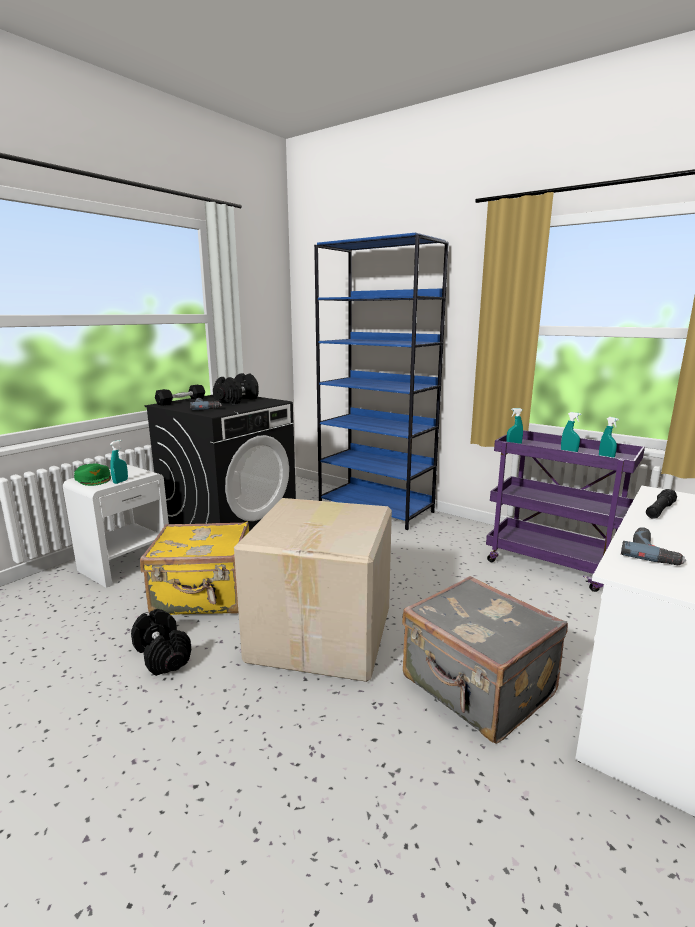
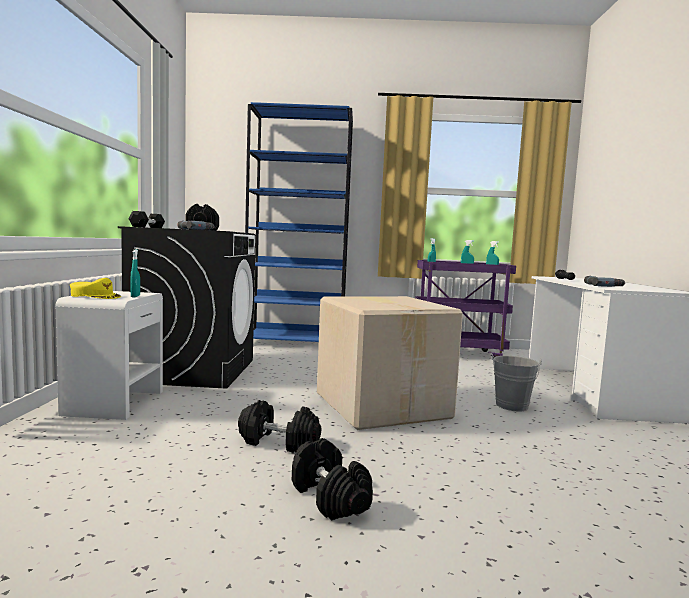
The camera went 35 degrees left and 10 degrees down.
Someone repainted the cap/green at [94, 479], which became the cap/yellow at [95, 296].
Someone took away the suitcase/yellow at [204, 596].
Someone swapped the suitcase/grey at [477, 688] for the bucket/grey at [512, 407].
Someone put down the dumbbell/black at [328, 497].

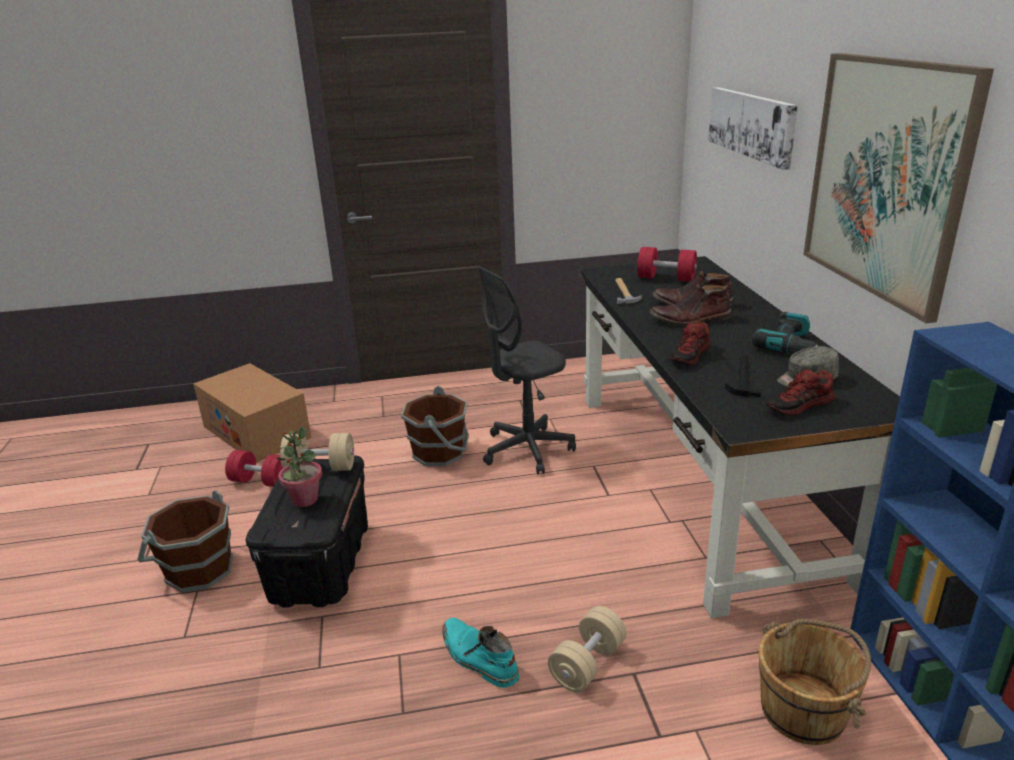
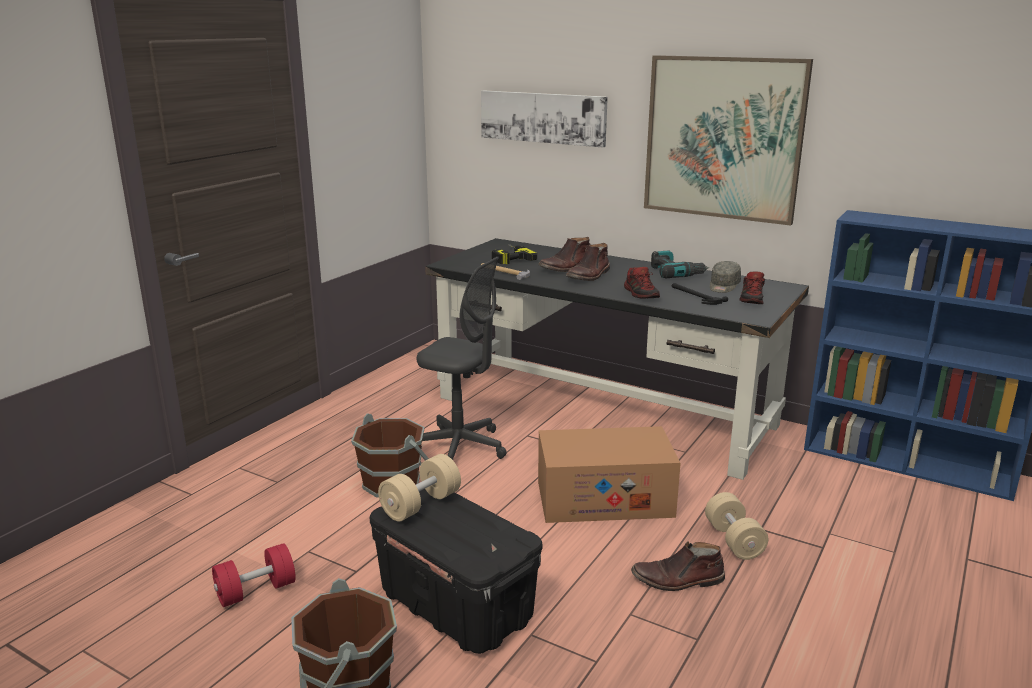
The camera went 50 degrees left and 5 degrees down.
Someone carried the cardboard box from [256, 432] to [604, 499].
Someone took away the potted plant at [304, 499].
Someone repainted the boot/turquoise at [478, 658], which became the boot/brown at [678, 580].
Someone rotated the office chair/grey at [527, 450] by 75 degrees counterclockwise.
Someone swapped the dumbbell/red at [666, 278] for the power drill at [508, 257].
Someone took away the bucket/brown at [804, 710].

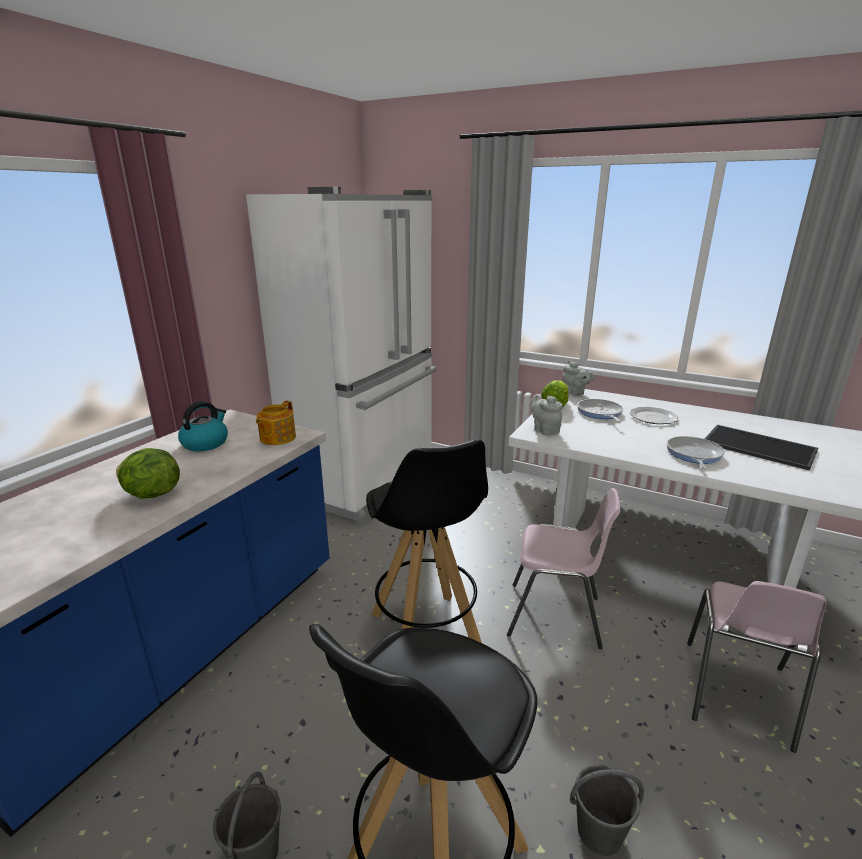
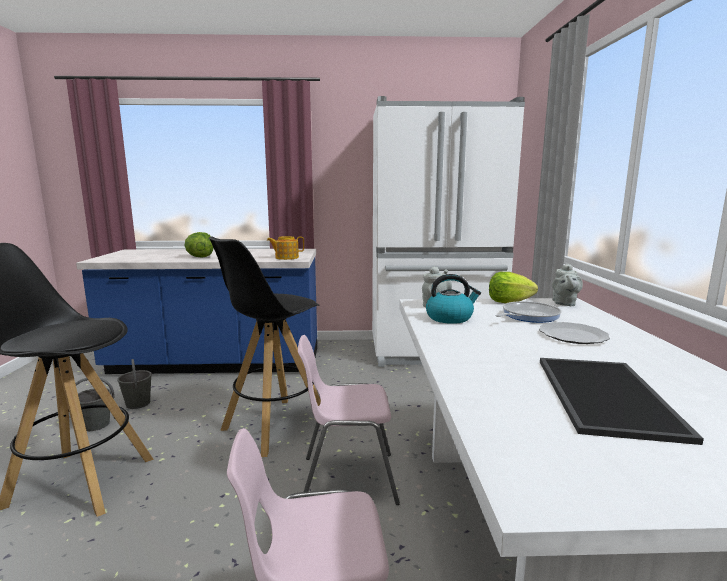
The camera went 60 degrees right and 10 degrees down.
Someone carried the kettle from [205, 443] to [450, 318].
Someone rotated the chair/pink at [555, 616] by 105 degrees clockwise.
Someone carried the bucket/grey from [598, 832] to [138, 403].
Someone took away the frying pan at [693, 455].

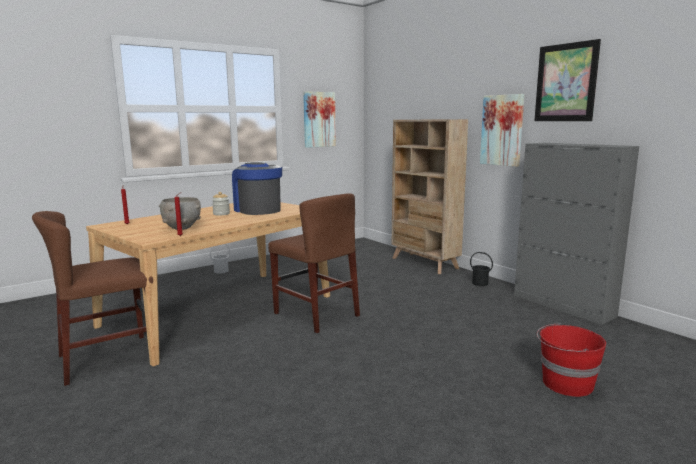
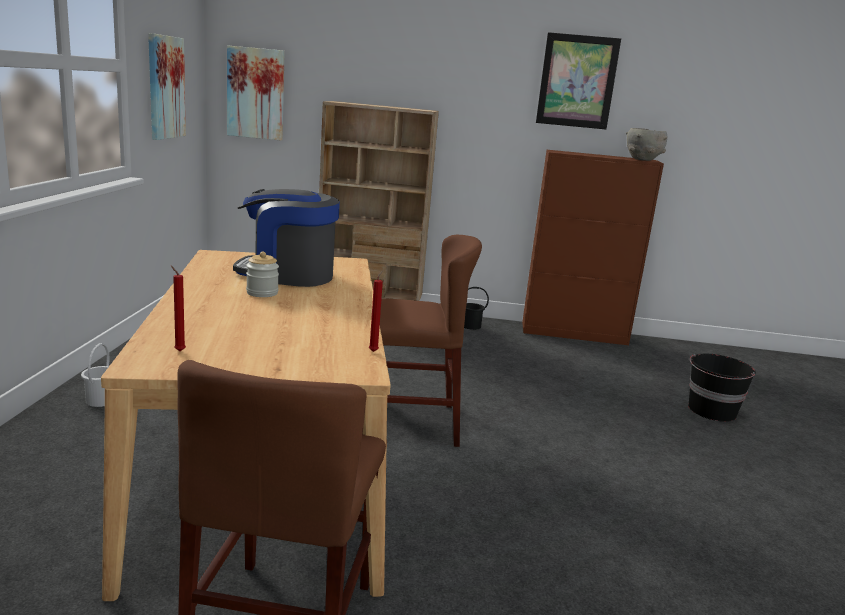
The camera went 50 degrees left and 5 degrees up.
Someone carried the bowl/grey from [182, 228] to [643, 159].
Someone carried the picture from [502, 130] to [256, 93].
Someone repainted the cabinet/grey at [563, 306], which became the cabinet/brown at [574, 333].
Someone repainted the bucket/red at [566, 384], which became the bucket/black at [712, 411].

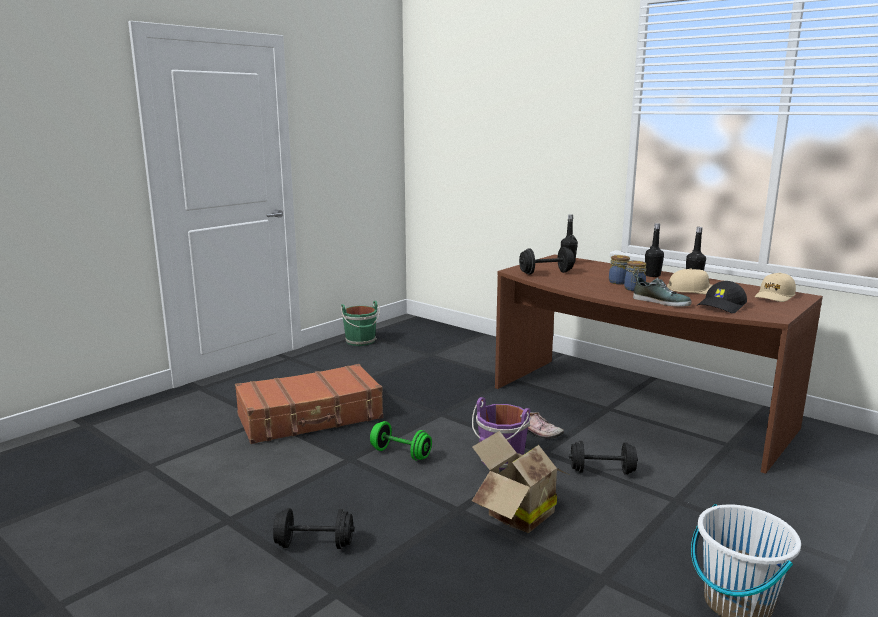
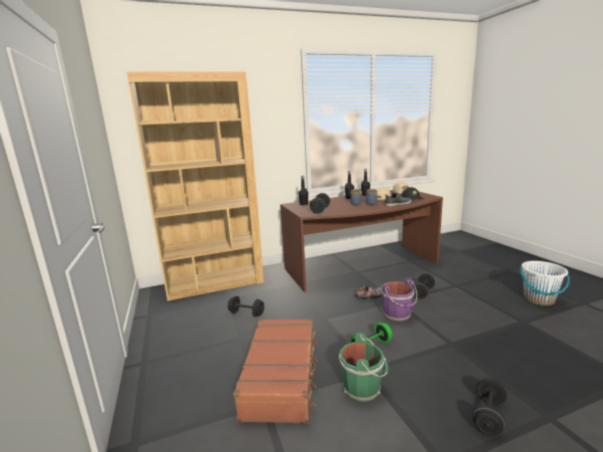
The camera went 60 degrees left and 0 degrees up.
Someone carried the bucket/green from [361, 341] to [363, 388].
Someone took away the cardboard box at [516, 514].
Someone put down the bookcase/brown at [216, 283].
Someone put down the dumbbell/black at [246, 314].

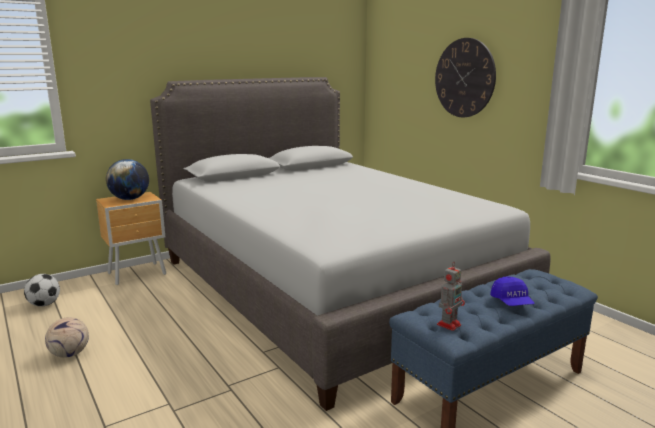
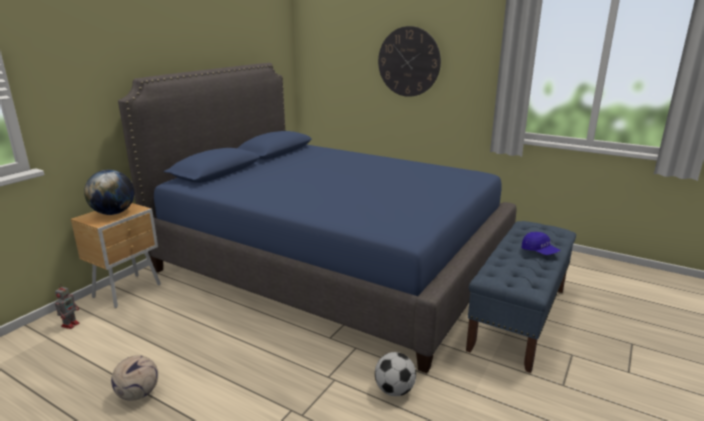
The camera went 25 degrees left and 5 degrees up.
Someone carried the football from [44, 304] to [394, 390].
Someone repainted the bed/grey at [330, 287], which became the bed/blue at [332, 263].
Someone carried the toy robot from [449, 324] to [71, 324].

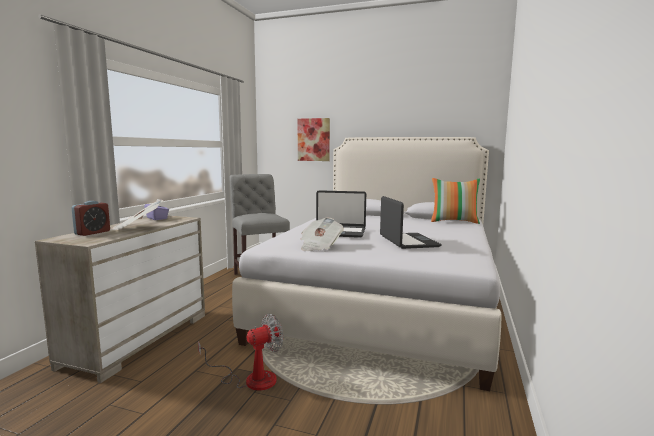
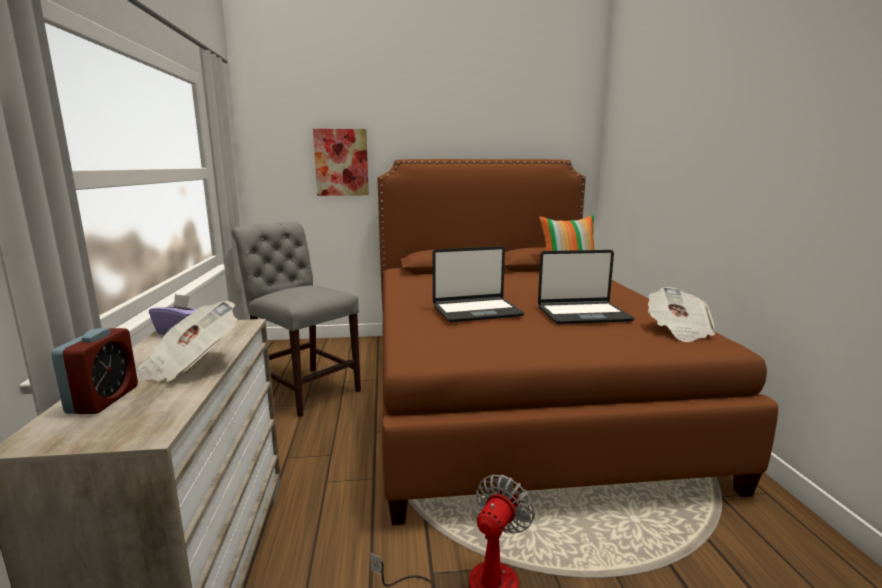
The camera went 25 degrees left and 5 degrees up.
Someone repainted the bed/white at [383, 300], which became the bed/brown at [511, 392].
Someone carried the newspaper from [319, 246] to [678, 331].
Someone rotated the laptop at [408, 241] by 120 degrees clockwise.

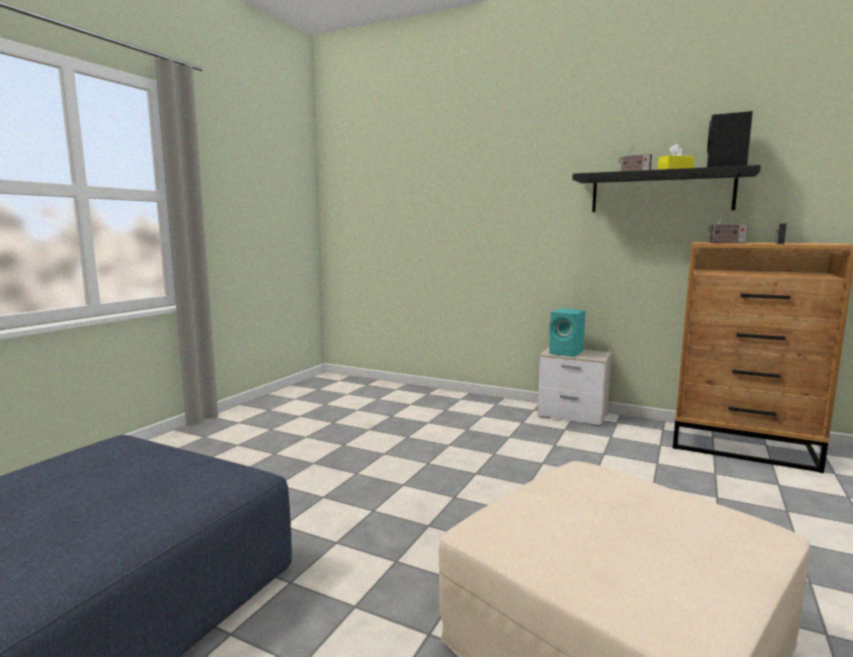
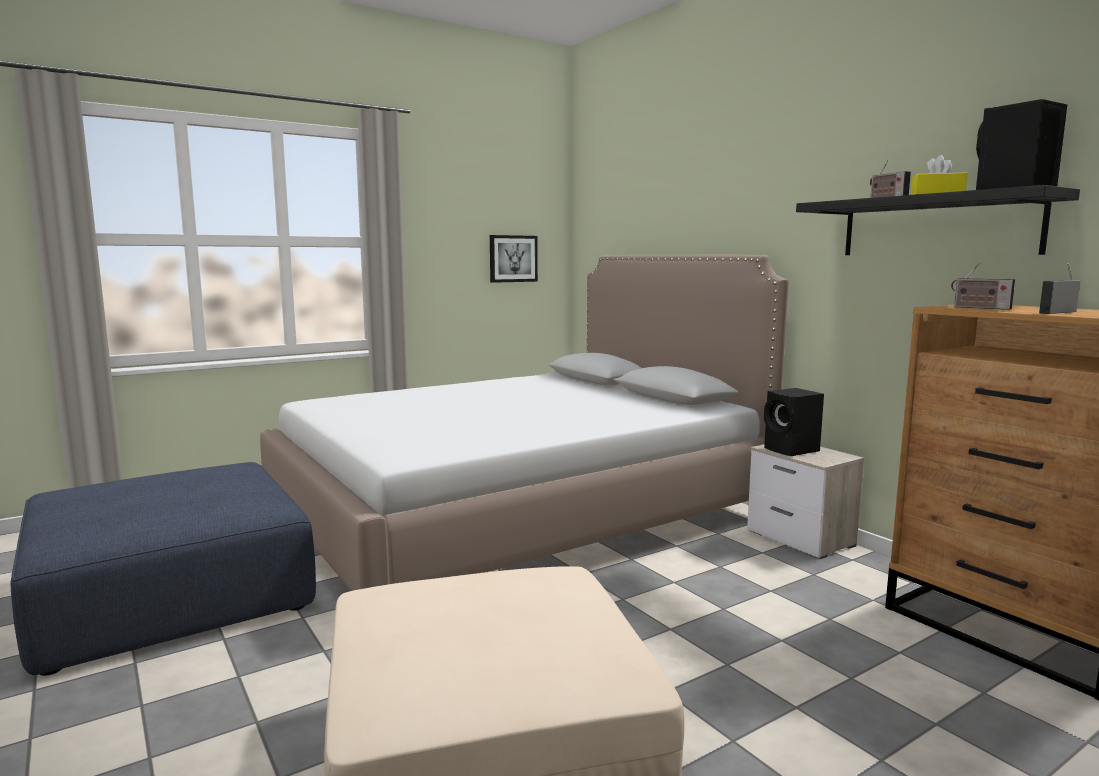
The camera went 30 degrees right and 0 degrees up.
Someone repainted the speaker/turquoise at [567, 353], which became the speaker/black at [792, 450].
Someone put down the bed at [518, 513].
Someone put up the picture at [513, 258].

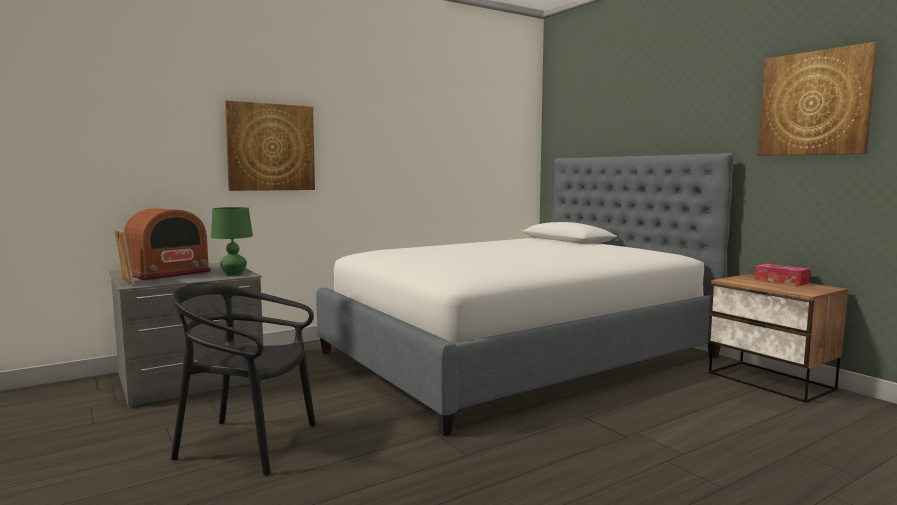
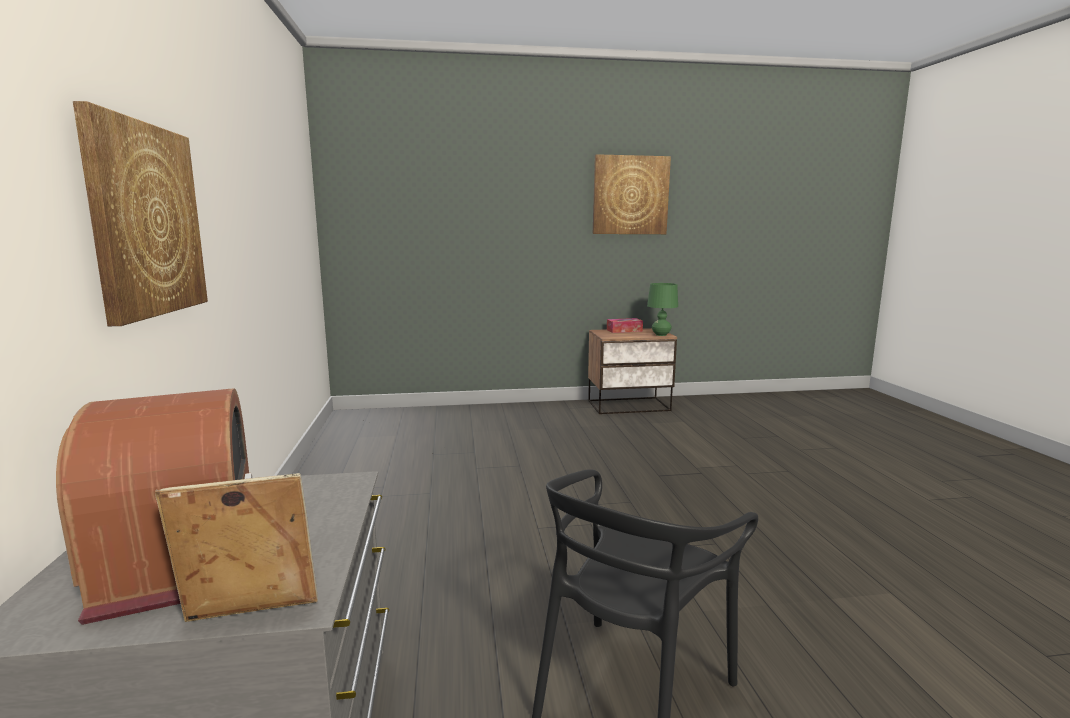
The camera went 65 degrees left and 5 degrees up.
Someone carried the table lamp/green from [233, 273] to [661, 335].
Someone took away the bed at [517, 354].

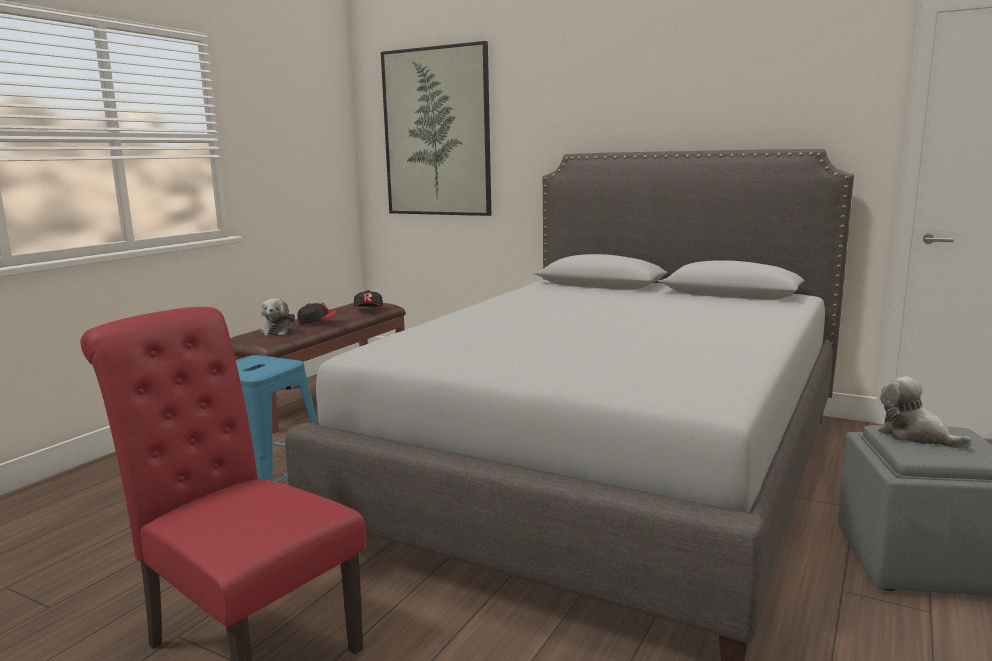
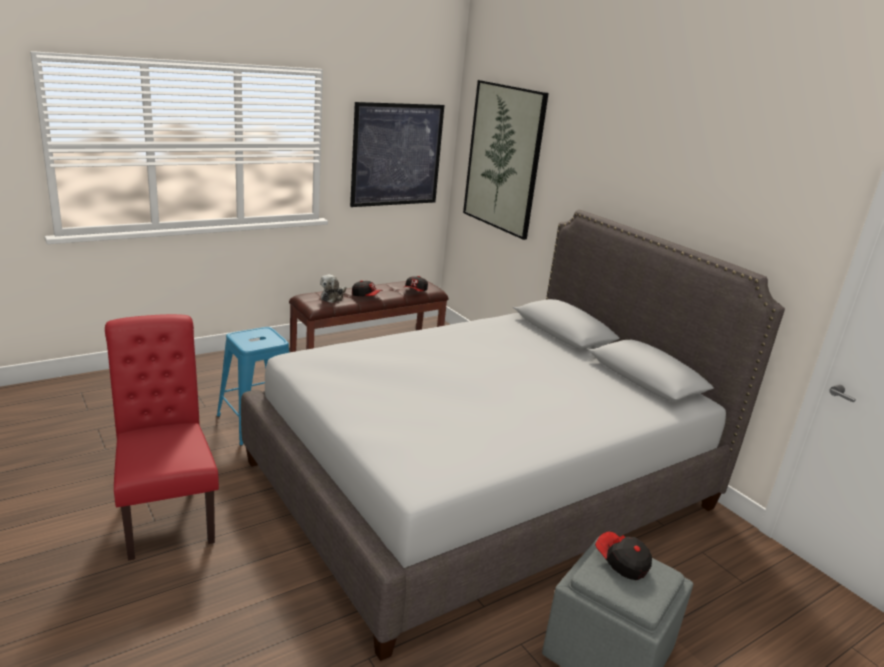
The camera went 25 degrees right and 10 degrees up.
Someone swapped the plush toy at [915, 436] for the cap at [621, 562].
Someone put up the picture at [397, 155].

